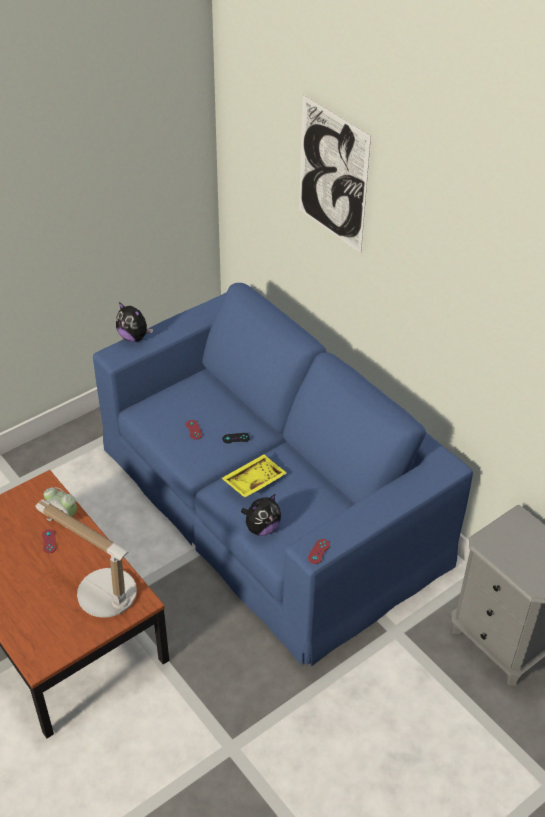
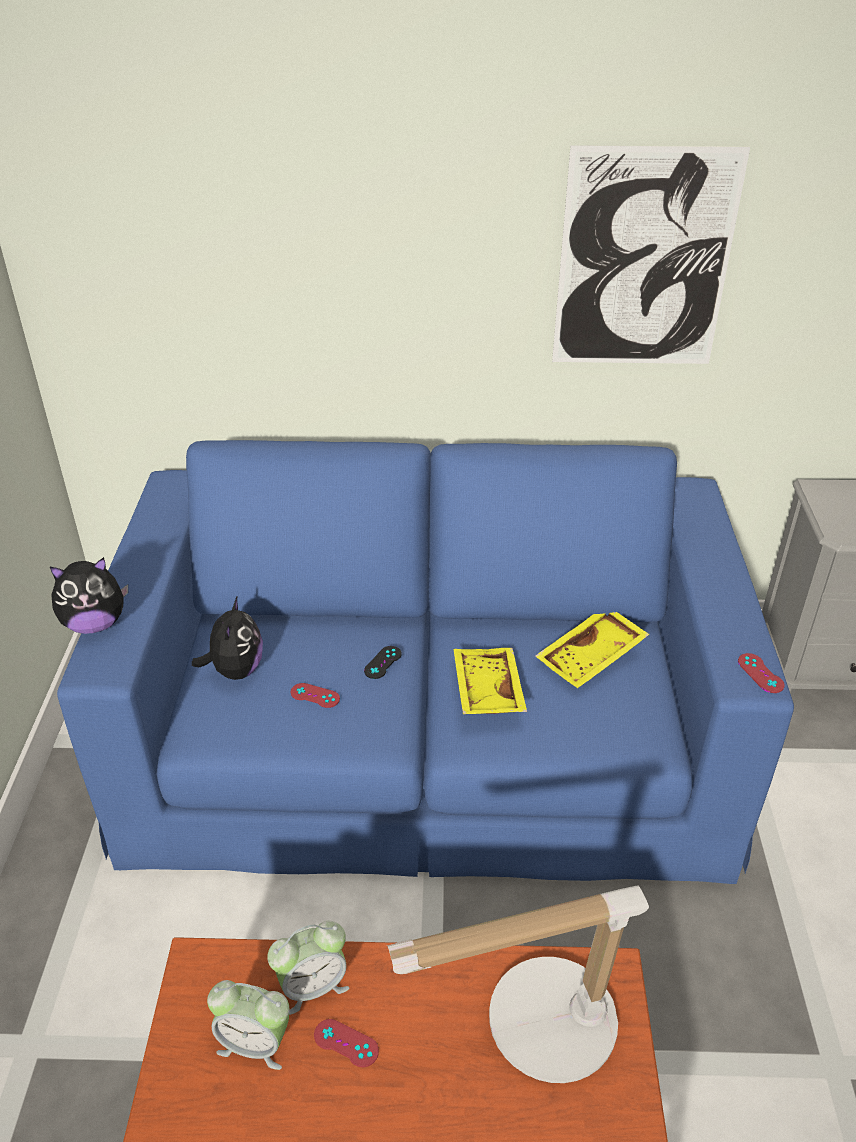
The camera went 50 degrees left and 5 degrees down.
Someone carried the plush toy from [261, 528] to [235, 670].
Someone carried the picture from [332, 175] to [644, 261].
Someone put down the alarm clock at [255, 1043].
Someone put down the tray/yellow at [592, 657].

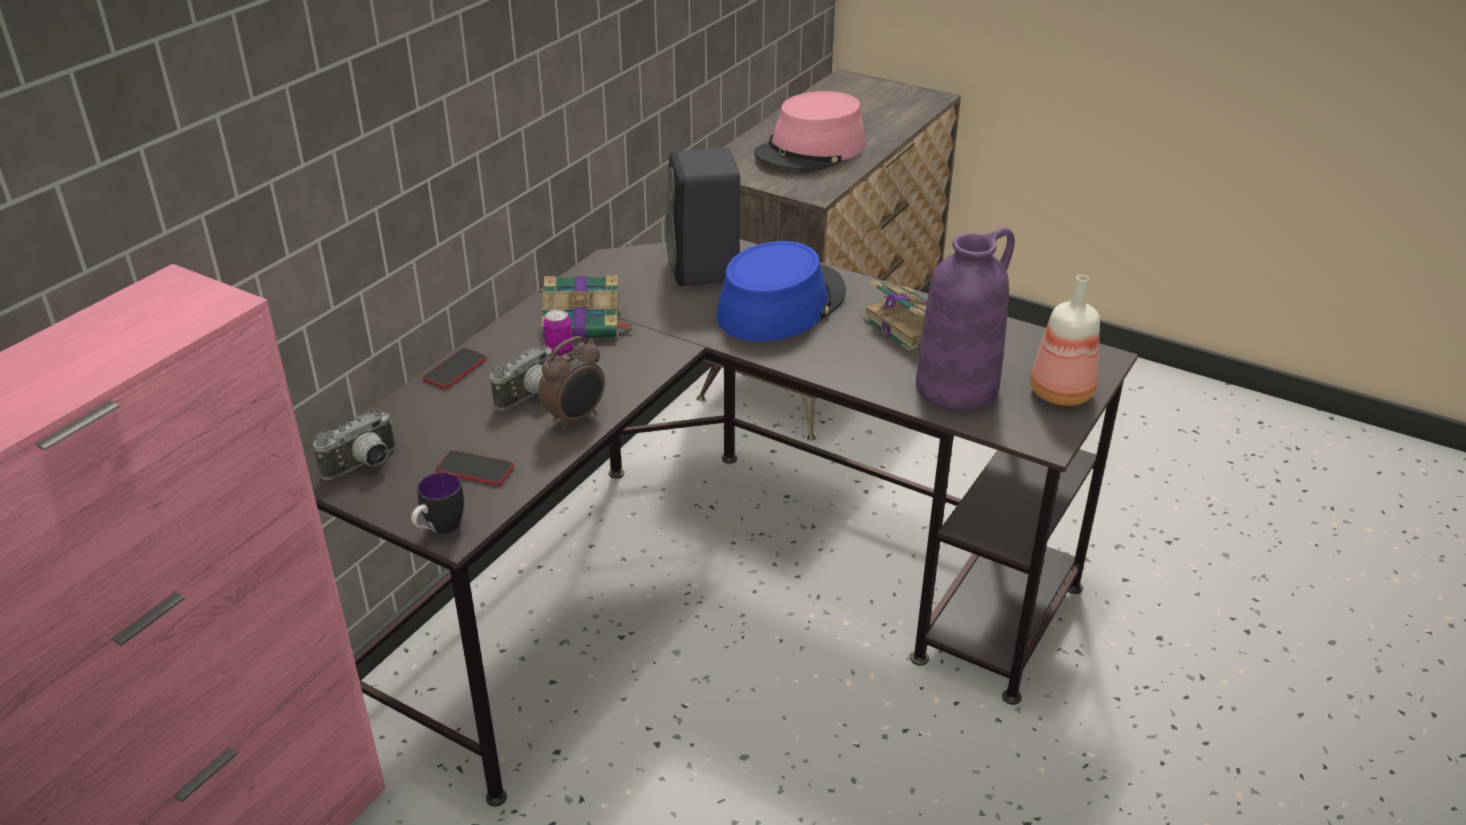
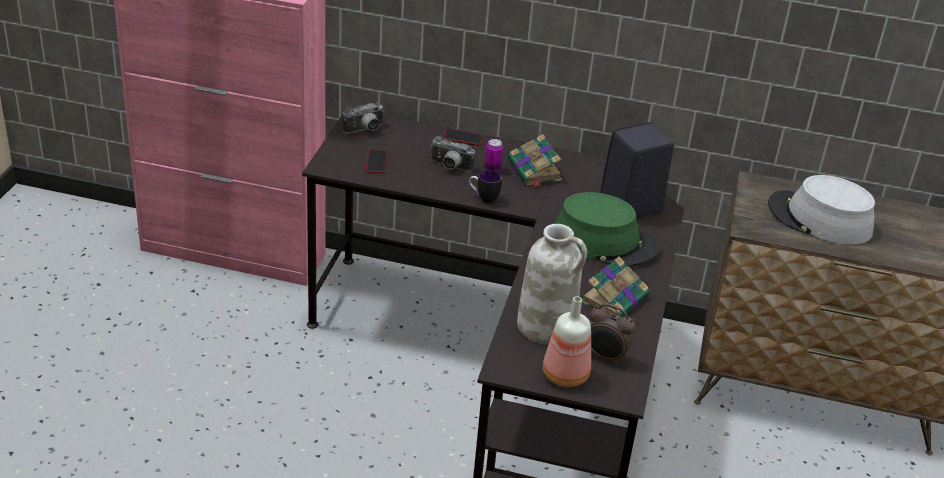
The camera went 70 degrees right and 0 degrees up.
Someone rotated the photo camera at [364, 466] by 60 degrees counterclockwise.
Someone carried the mug from [439, 530] to [483, 198].
Someone carried the alarm clock from [576, 418] to [605, 357].
Someone repainted the hat/blue at [780, 304], which became the hat/green at [605, 242].
Someone repainted the hat/pink at [811, 150], which became the hat/grey at [819, 219].
Someone repainted the vase/purple at [957, 387], which became the vase/white at [547, 326].

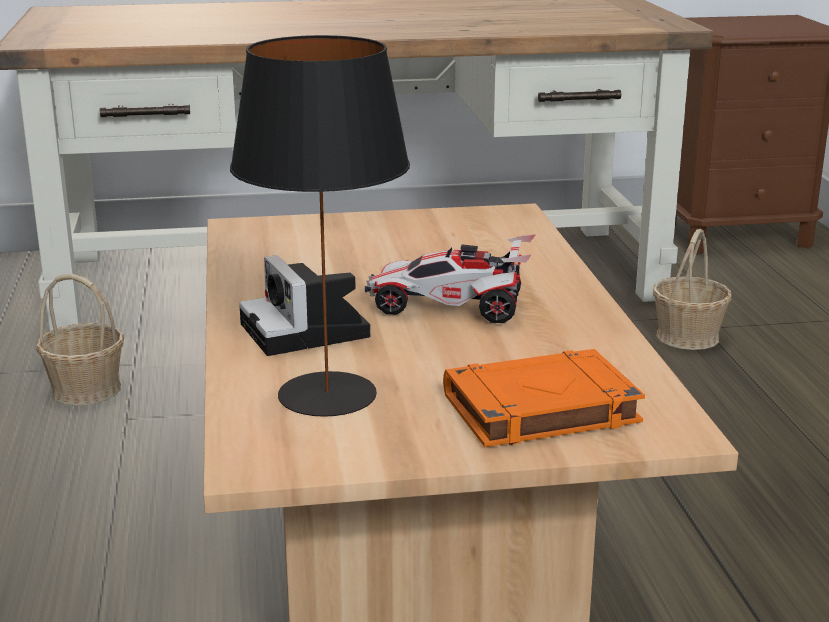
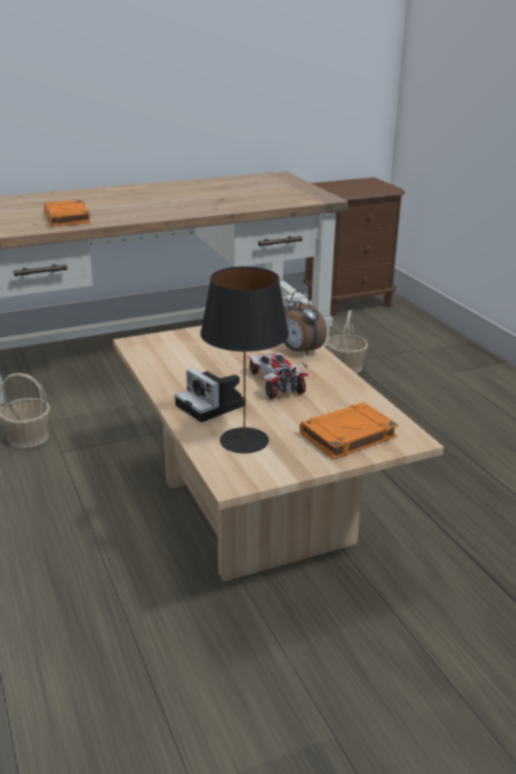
The camera went 15 degrees left and 5 degrees up.
Someone rotated the toy car at [449, 308] by 75 degrees clockwise.
Someone put down the book/orange at [67, 218].
Someone put down the alarm clock at [299, 351].

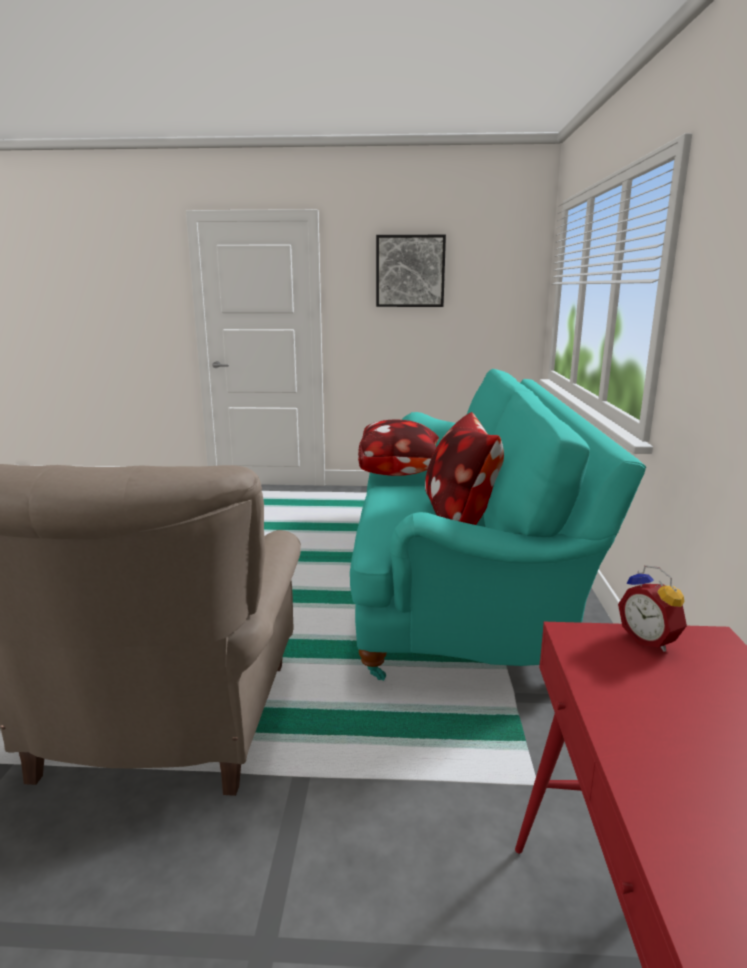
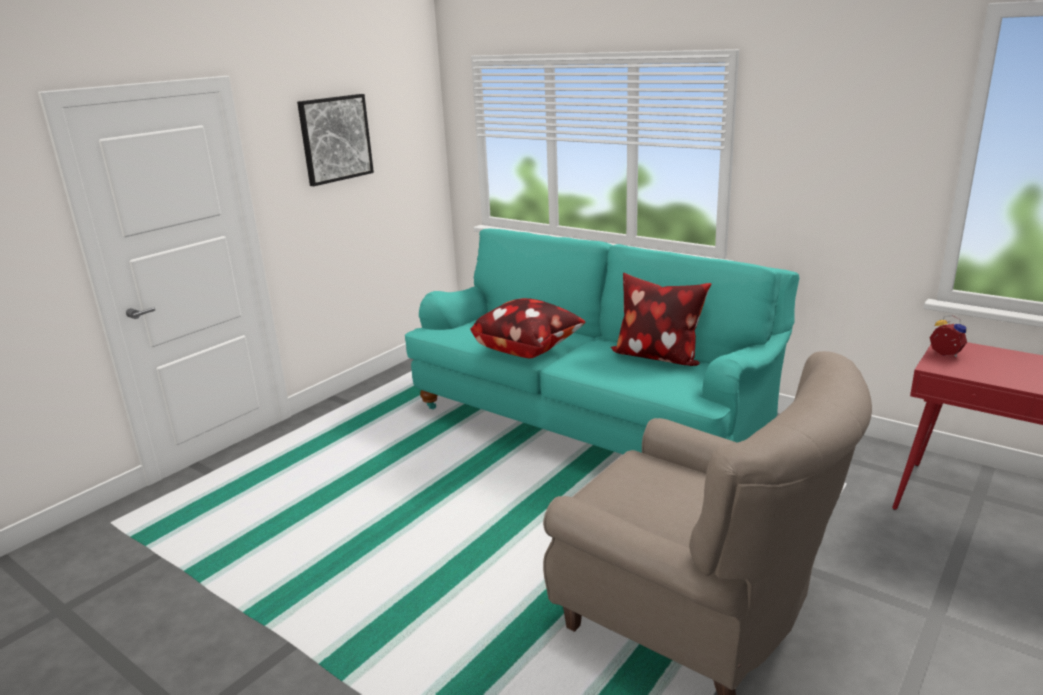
The camera went 55 degrees left and 5 degrees up.
Someone rotated the alarm clock at [650, 640] by 135 degrees counterclockwise.

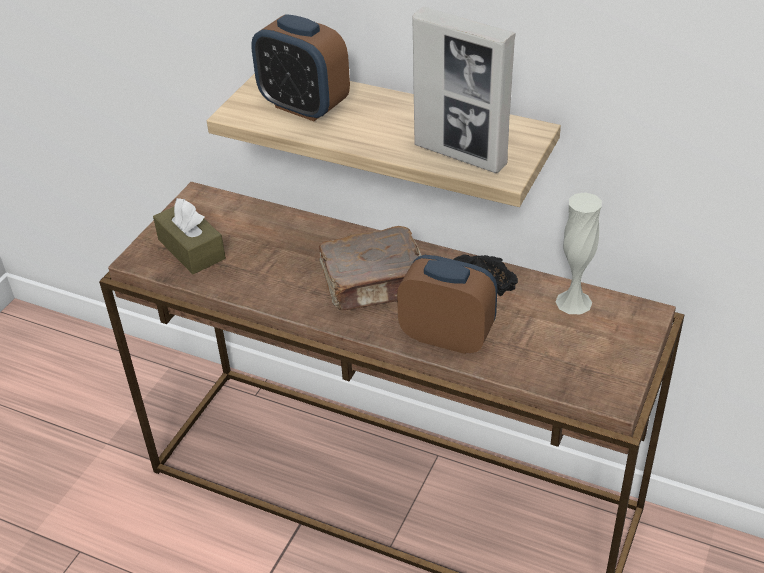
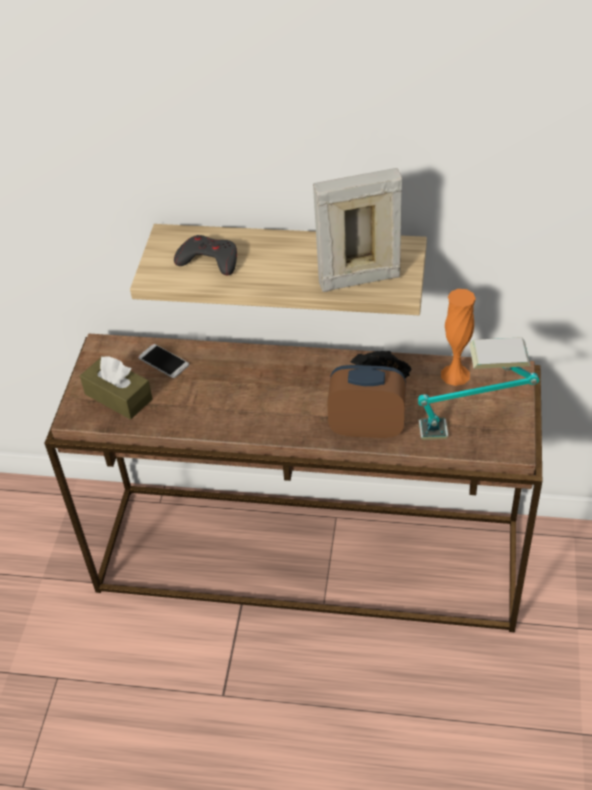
The camera went 15 degrees left and 5 degrees up.
Someone swapped the alarm clock at [304, 107] for the game controller/grey at [209, 260].
Someone took away the book/brown at [376, 284].
Someone rotated the picture frame at [460, 155] by 150 degrees clockwise.
Someone repainted the vase/white at [573, 302], which became the vase/orange at [455, 374].
Someone put down the phone at [163, 361].
Someone put down the table lamp at [473, 428].

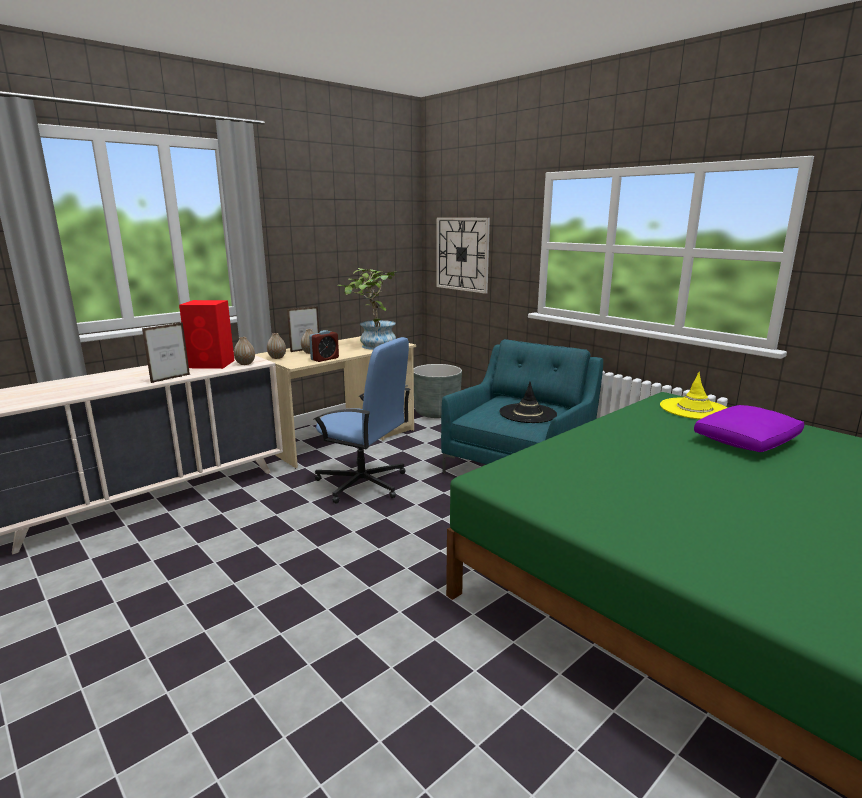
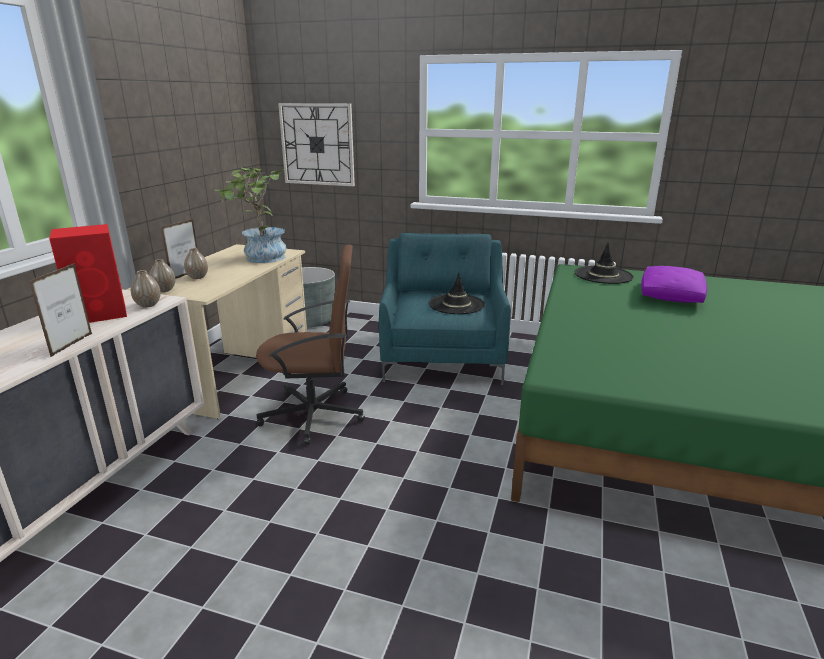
The camera went 30 degrees left and 5 degrees up.
Someone took away the alarm clock at [325, 359].
Someone repainted the office chair/blue at [363, 483], which became the office chair/brown at [314, 415].
Someone repainted the hat/yellow at [694, 409], which became the hat/black at [603, 275].

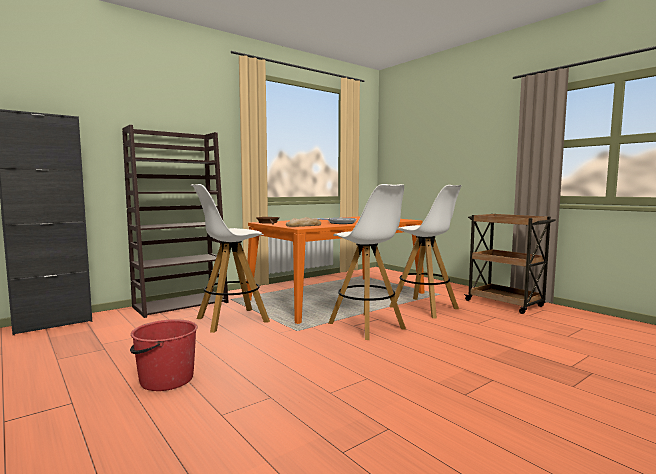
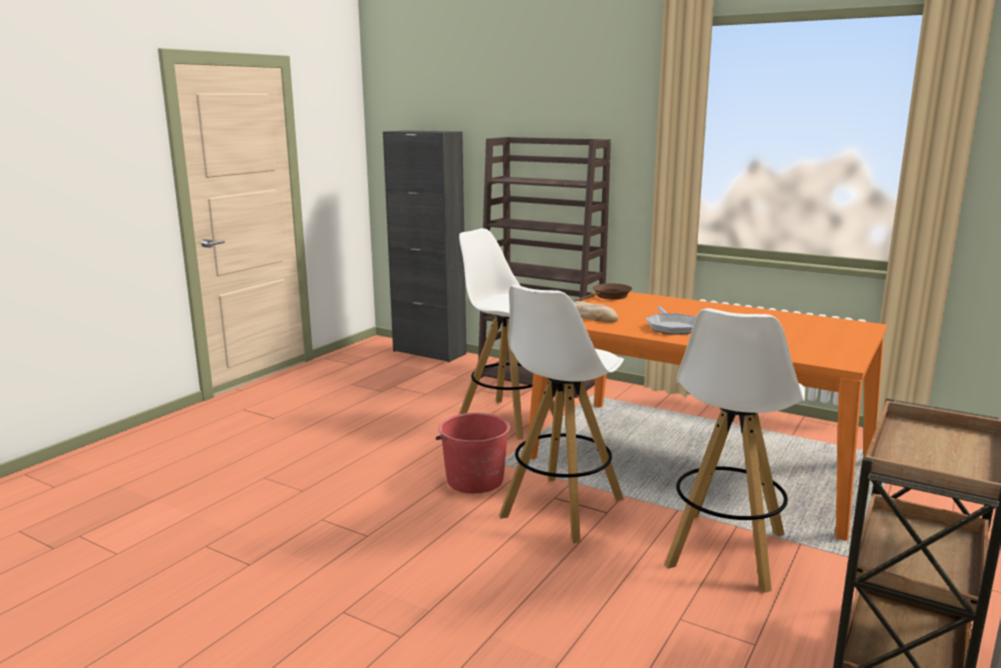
The camera went 70 degrees right and 10 degrees up.
Someone carried the bucket/red from [166, 380] to [474, 480].

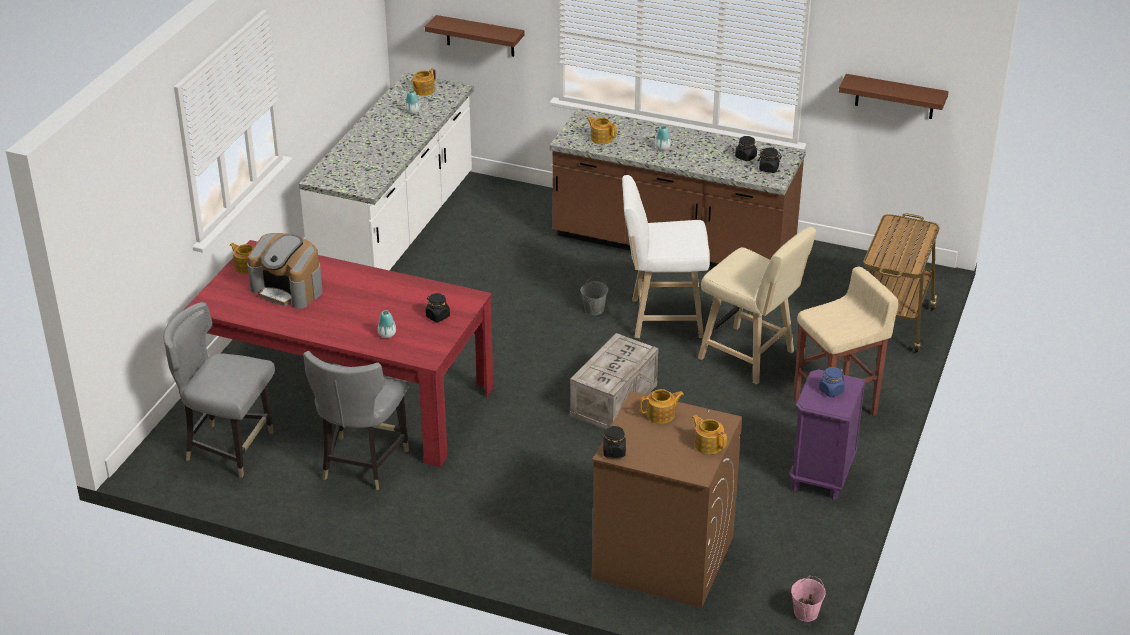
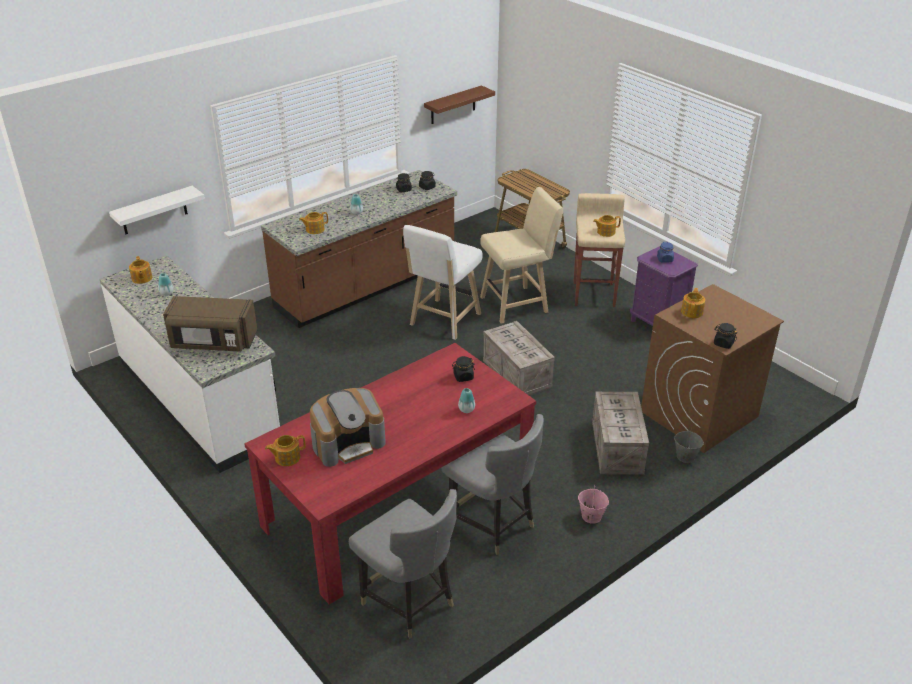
The camera went 60 degrees left and 0 degrees up.
Someone rotated the chair/grey at [229, 448] by 90 degrees counterclockwise.
Someone repainted the shelf/brown at [480, 36], which became the shelf/white at [154, 211].
Someone carried the bucket/grey from [594, 309] to [685, 457].
Someone carried the teapot from [708, 444] to [605, 232].
Someone carried the bucket/pink from [805, 612] to [591, 516].
Someone put down the microwave/brown at [213, 342].
Someone put down the crate at [616, 446].

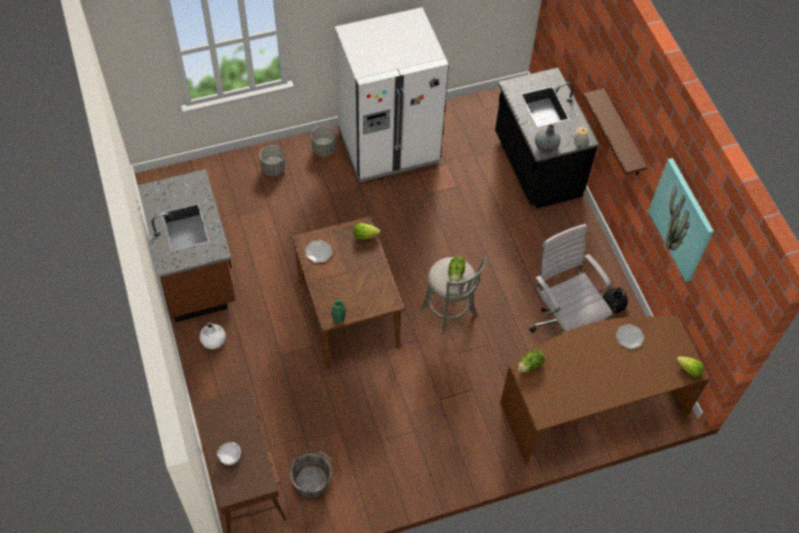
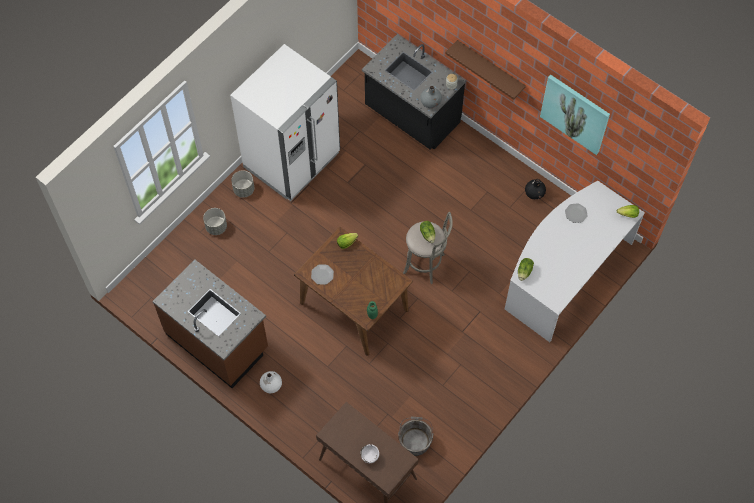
The camera went 30 degrees left and 5 degrees up.
Someone repainted the desk/brown at [592, 403], which became the desk/white at [565, 273].
Someone took away the office chair/white at [563, 323].

